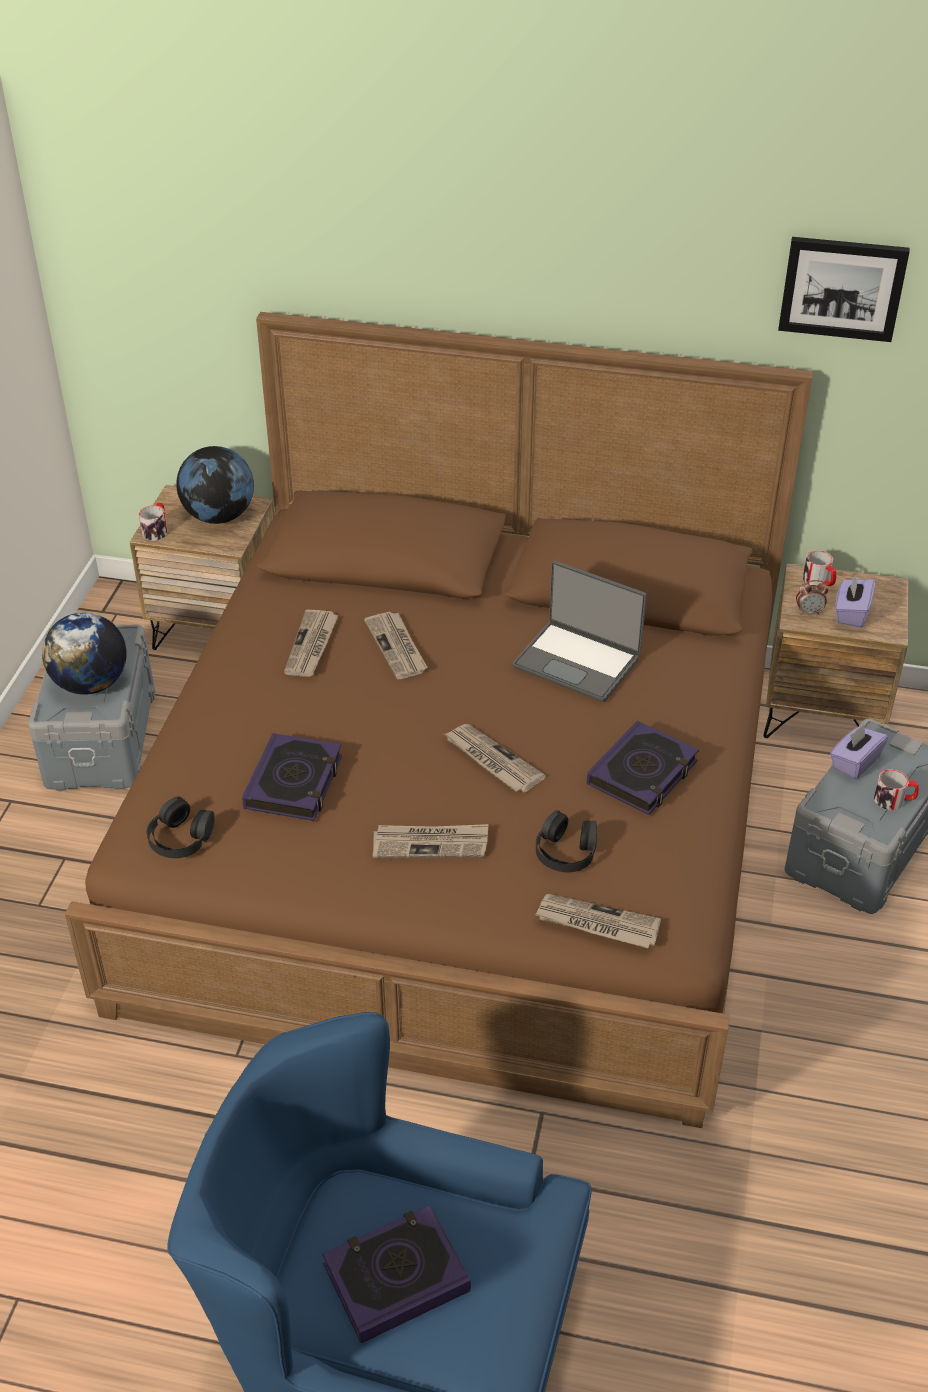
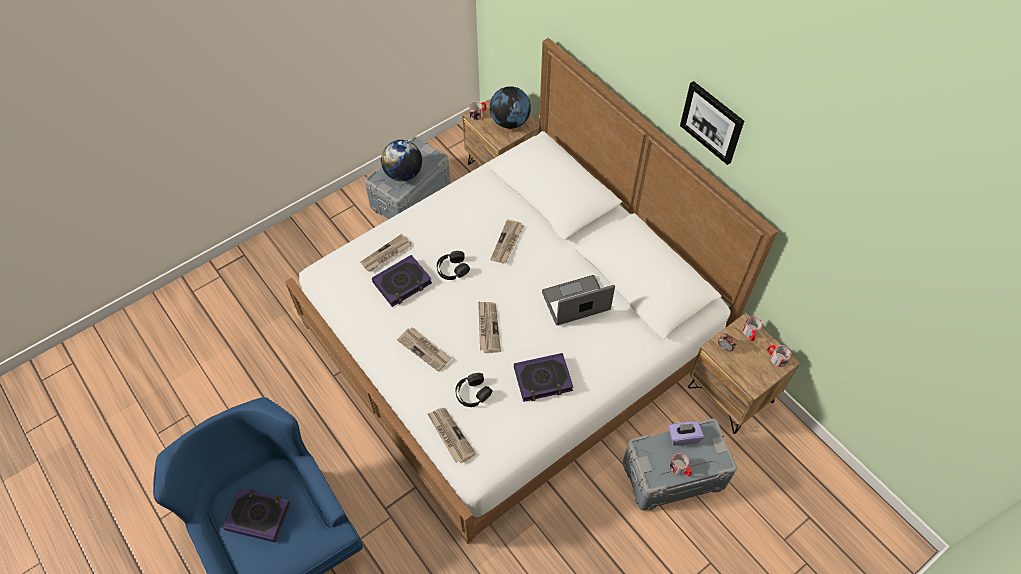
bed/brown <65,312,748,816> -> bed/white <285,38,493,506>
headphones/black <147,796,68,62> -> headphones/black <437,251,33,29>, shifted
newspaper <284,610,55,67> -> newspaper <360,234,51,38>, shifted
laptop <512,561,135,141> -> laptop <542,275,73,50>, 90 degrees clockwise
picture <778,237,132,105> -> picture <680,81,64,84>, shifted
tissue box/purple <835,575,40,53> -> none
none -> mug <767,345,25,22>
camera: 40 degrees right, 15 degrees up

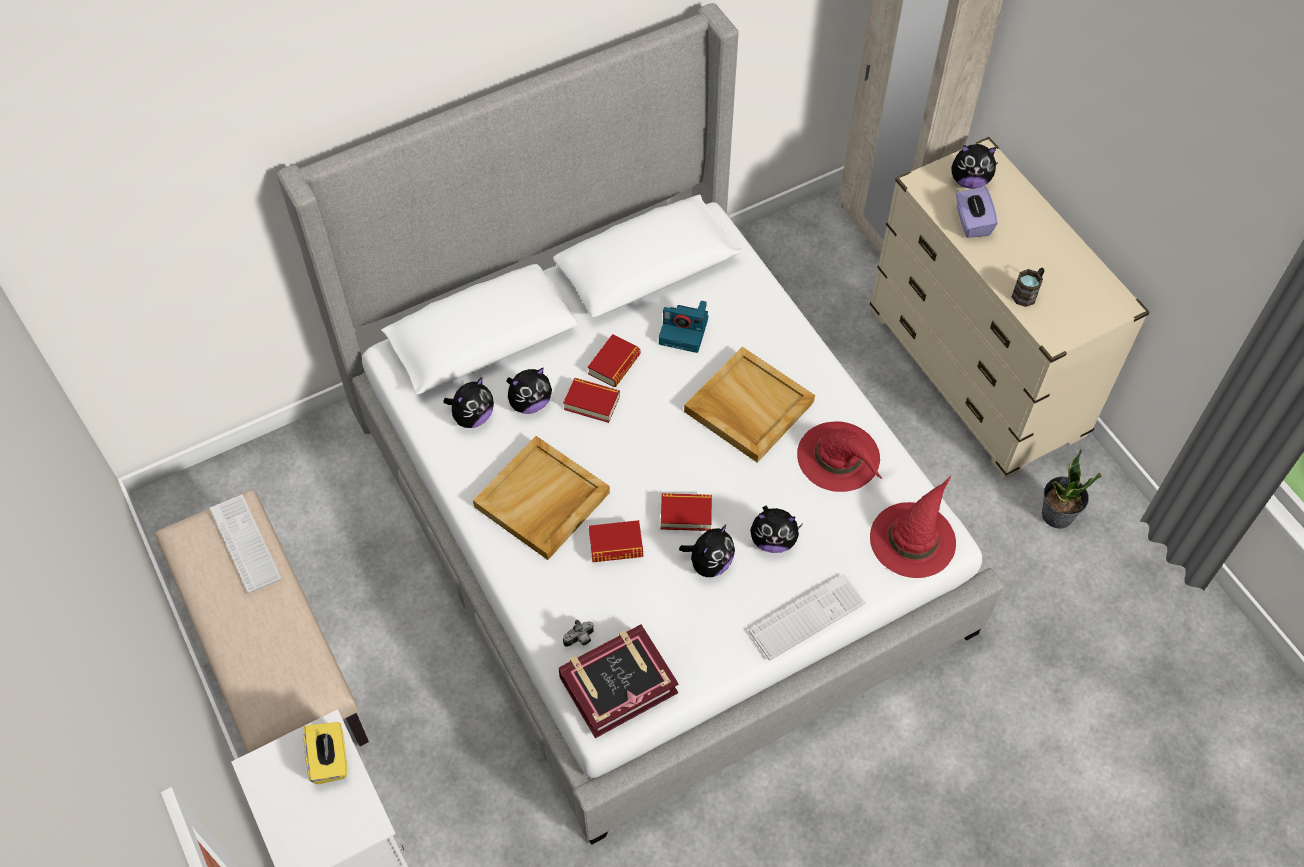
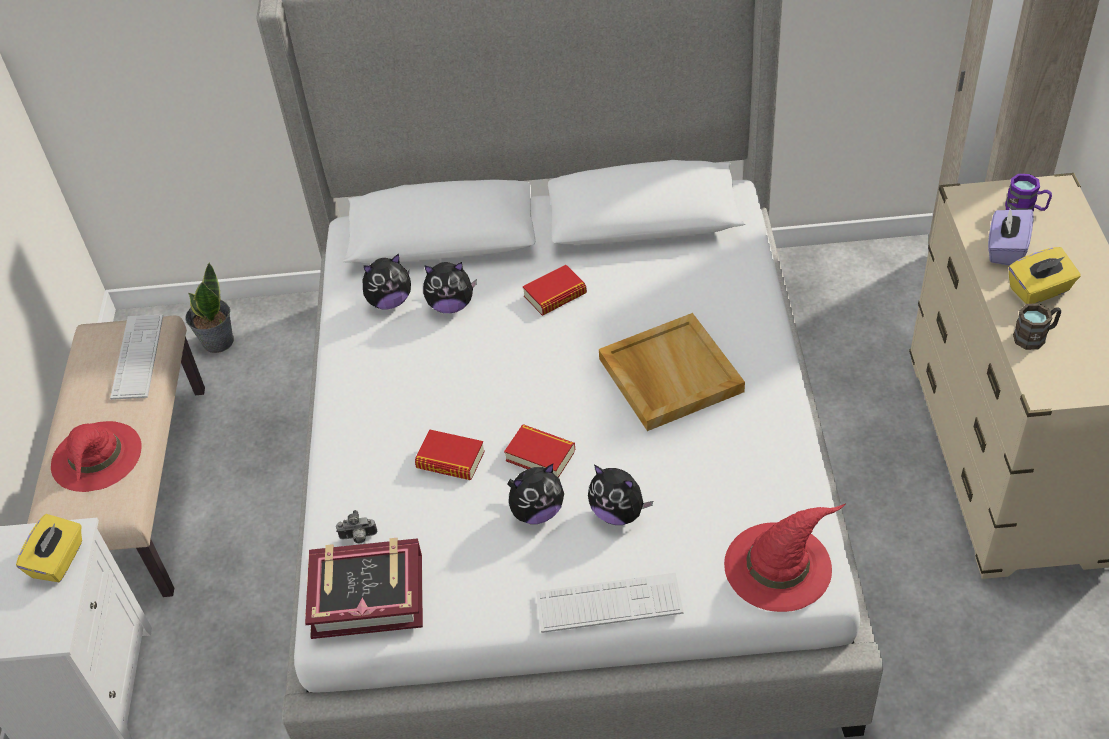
tray/beige <473,436,137,124> -> none
book <563,378,57,45> -> none
photo camera <659,301,49,52> -> none
hat/red <797,421,85,71> -> hat/red <51,421,91,71>, shifted
plush toy <951,144,47,45> -> mug/purple <1005,174,47,38>
potted plant <1042,450,60,79> -> potted plant <185,262,49,91>, shifted
none -> tissue box/yellow <1008,247,73,57>
camera: 30 degrees right, 10 degrees down

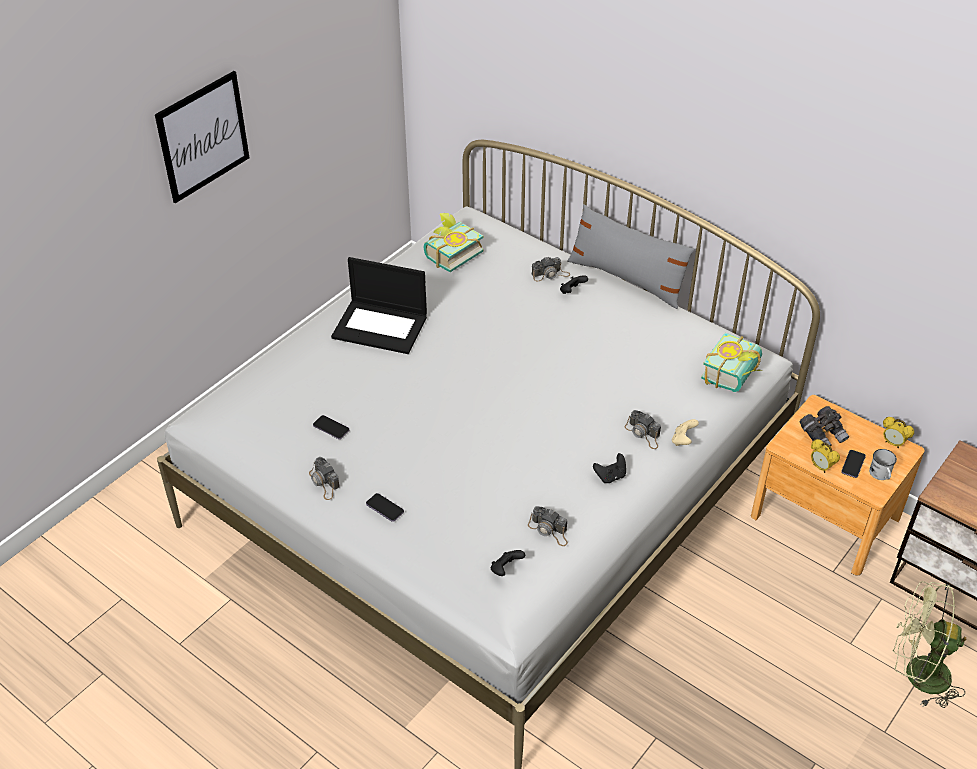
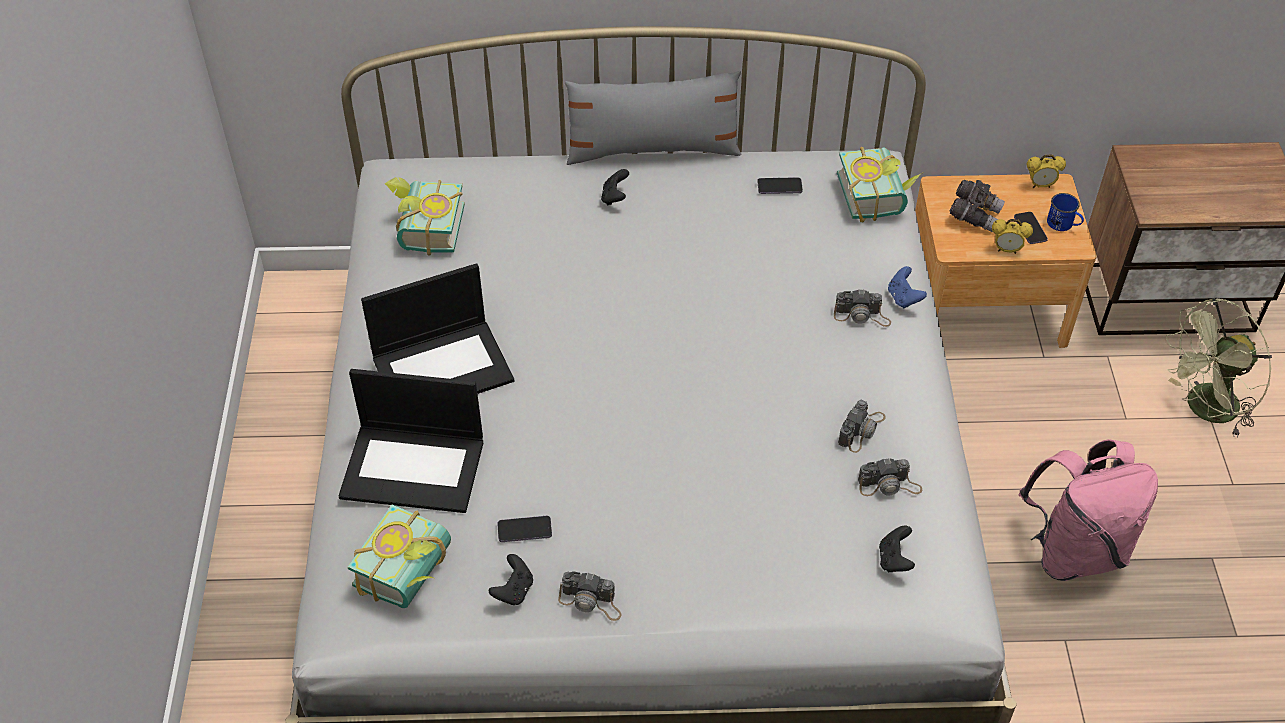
picture <155,71,94,132> -> none
phone <366,493,38,29> -> phone <757,177,46,17>, shifted
photo camera <532,257,38,24> -> photo camera <838,400,47,53>, shifted
game controller/black <593,453,33,30> -> game controller/black <489,554,44,51>, shifted
game controller/beige <672,419,27,27> -> game controller/blue <888,266,39,43>
mug/white <869,449,28,31> -> mug/blue <1047,193,37,38>
none -> laptop <339,369,144,144>
none -> book <348,505,103,103>
none -> backpack/pink <1018,439,140,142>
camera: 40 degrees left, 5 degrees up

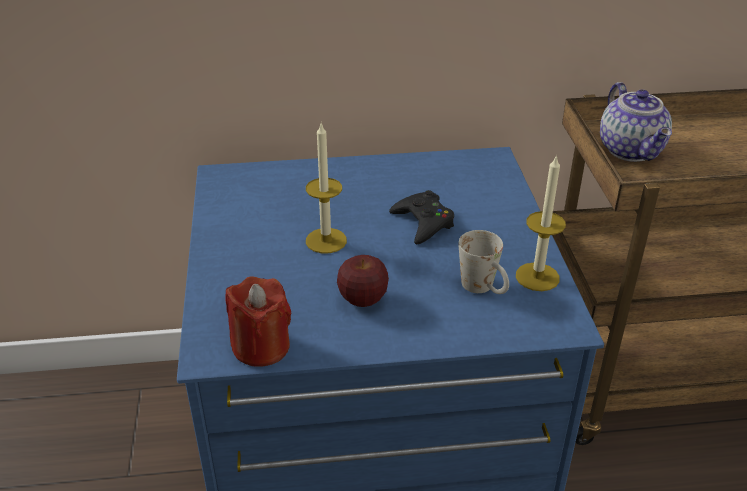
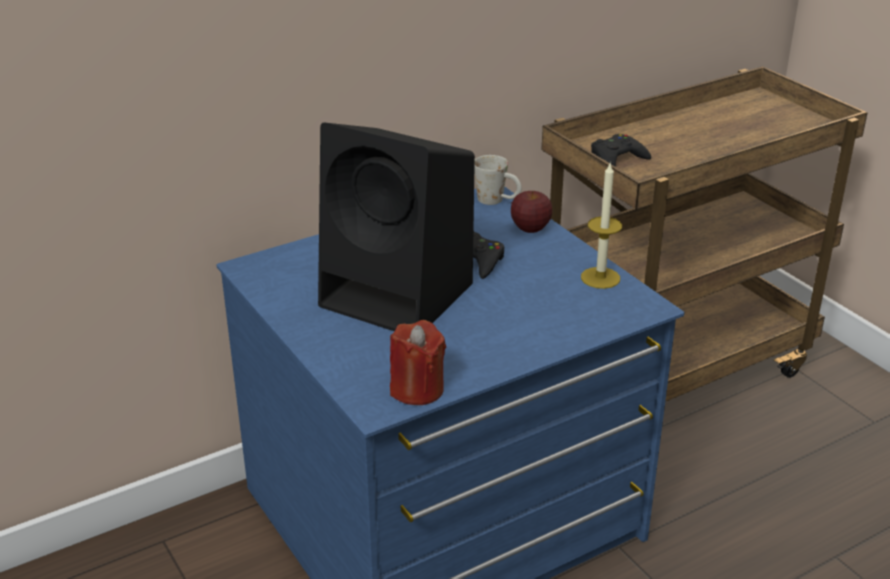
candle <306,124,41,129> -> speaker/black <318,122,157,209>
apple <337,255,52,52> -> apple <511,191,41,42>, shifted
mug/white <459,230,50,64> -> mug/white <474,155,48,50>, shifted
teapot <600,82,72,80> -> game controller/black <591,134,60,33>
camera: 25 degrees left, 5 degrees down

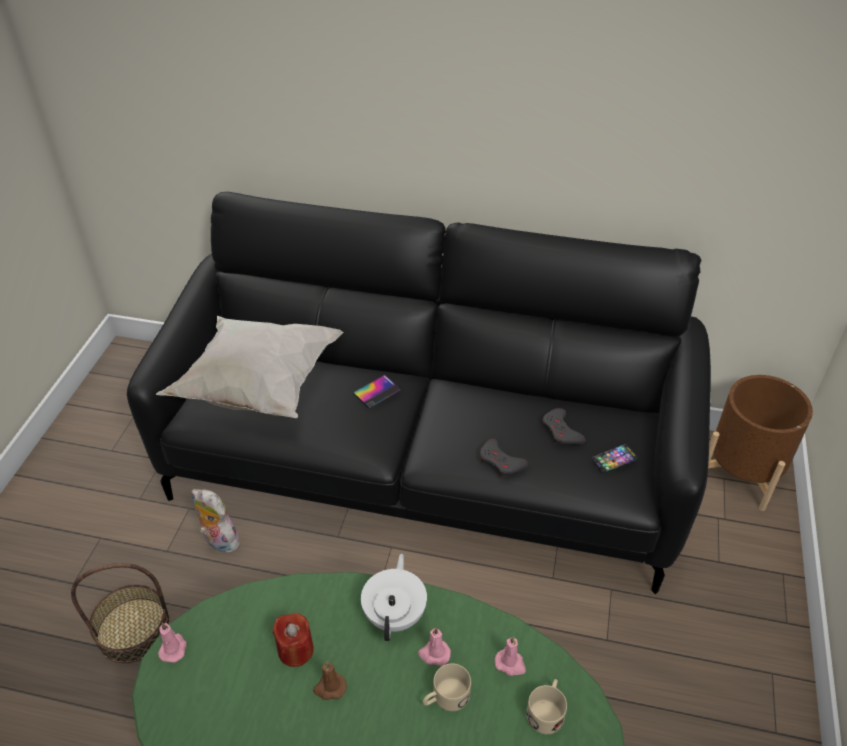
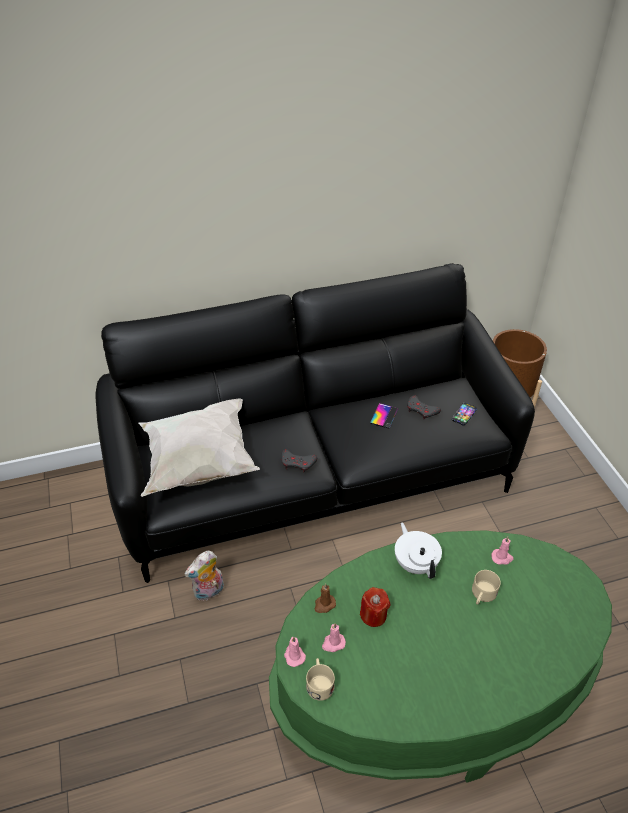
basket <71,563,99,100> -> none
plush toy <192,489,49,64> -> plush toy <184,551,40,50>, 45 degrees counterclockwise
candle/brown <313,662,34,38> -> candle/brown <314,583,22,30>, shifted
phone <353,375,48,33> -> phone <370,403,28,26>, shifted
candle/pink <418,627,33,39> -> candle/pink <322,623,24,29>, shifted
game controller/grey <480,439,49,38> -> game controller/grey <281,450,36,22>, shifted
mug/beige <526,679,41,55> -> mug/beige <306,658,29,43>, shifted
camera: 30 degrees left, 0 degrees up

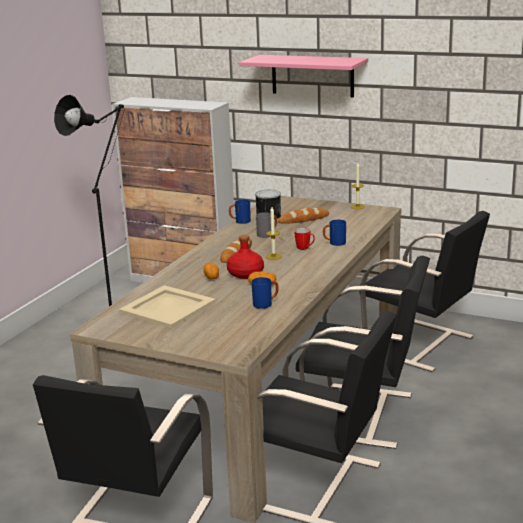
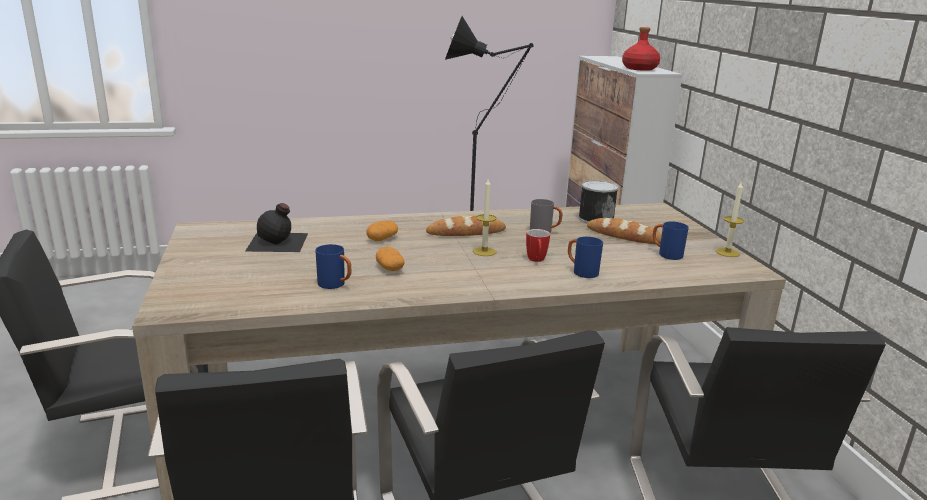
tray/beige <119,285,97,43> -> bottle/black <245,203,63,49>
bottle/red <227,235,37,44> -> bottle/red <622,27,38,44>, shifted
mug/blue <229,200,22,24> -> mug/blue <653,222,36,38>, shifted
shelf/pink <239,55,129,42> -> none
camera: 50 degrees right, 0 degrees up

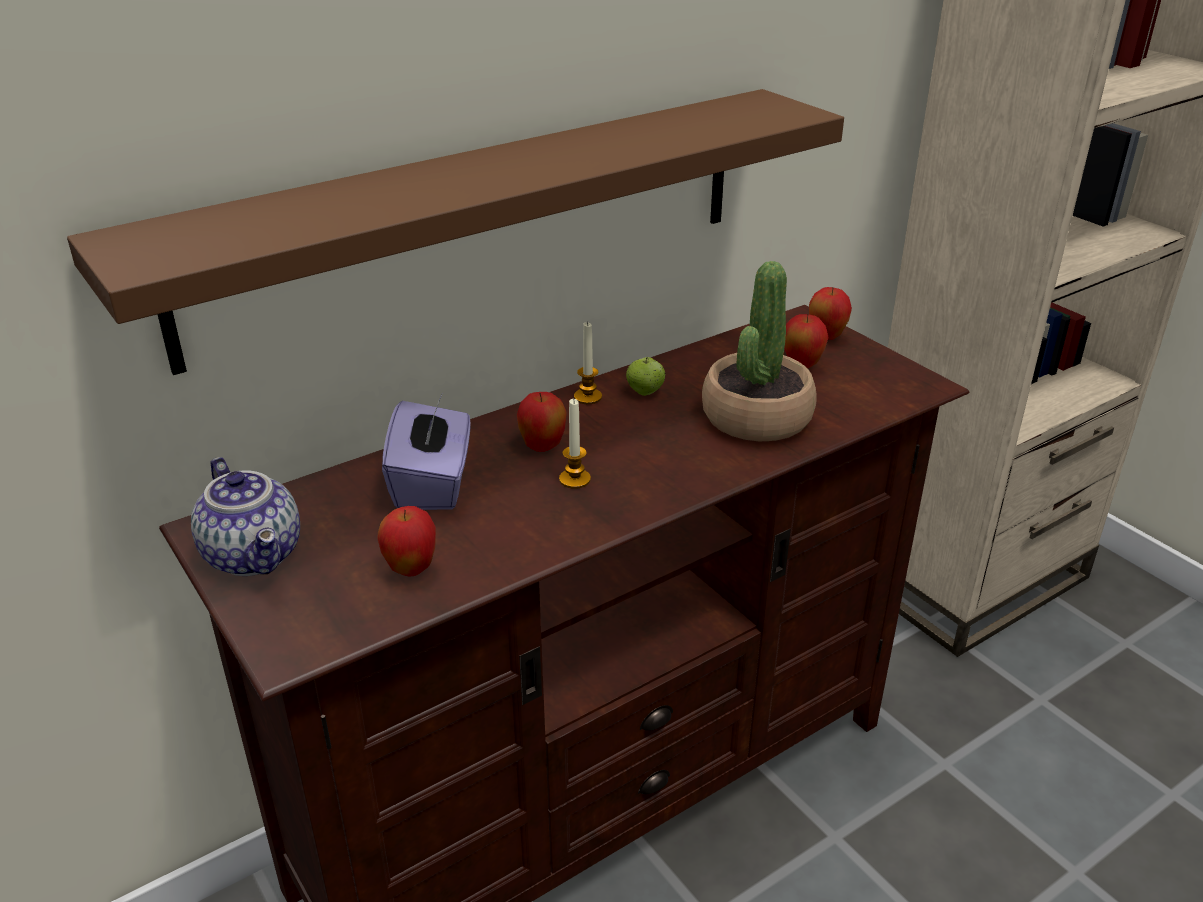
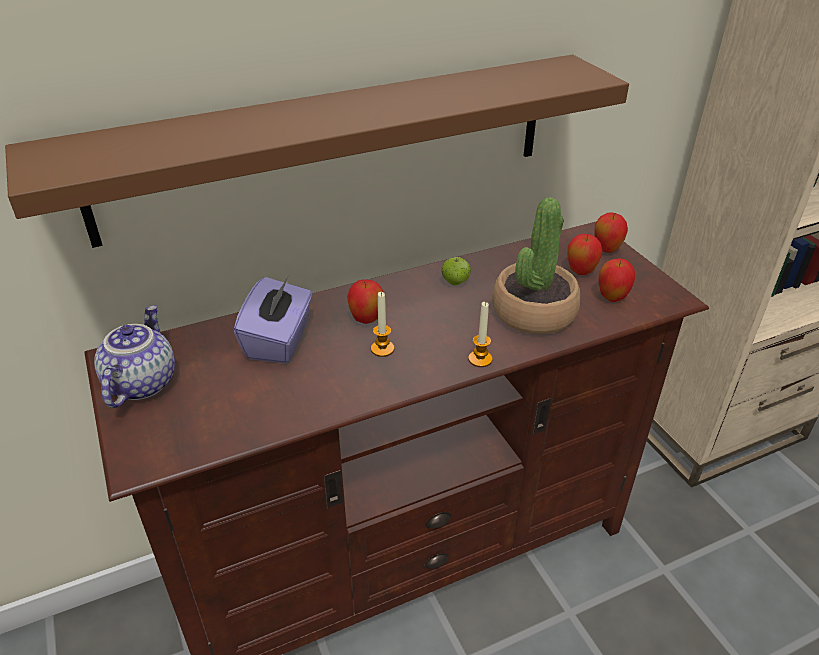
teapot <191,457,109,119> -> teapot <94,305,81,103>, 150 degrees counterclockwise
apple <378,506,58,71> -> apple <598,259,37,43>, shifted
candle <574,321,28,83> -> candle <468,302,25,65>, shifted
camera: 10 degrees right, 5 degrees up

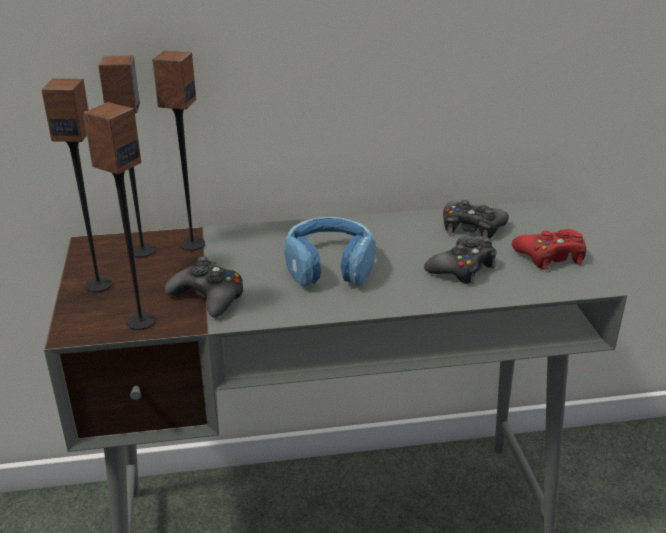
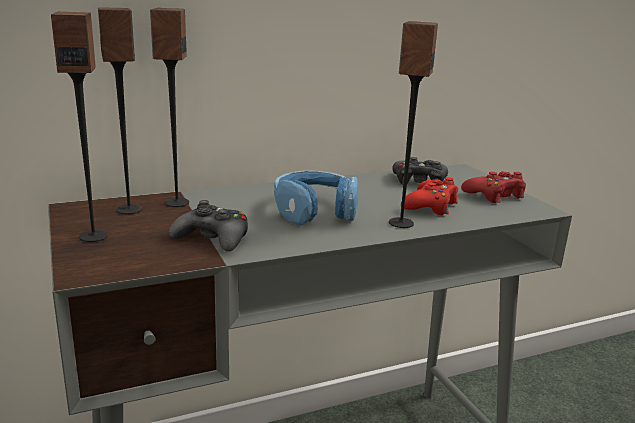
speaker <83,102,73,228> -> speaker <389,21,49,207>, shifted
game controller/black <424,236,73,48> -> game controller/red <401,177,57,38>
camera: 15 degrees left, 10 degrees down

